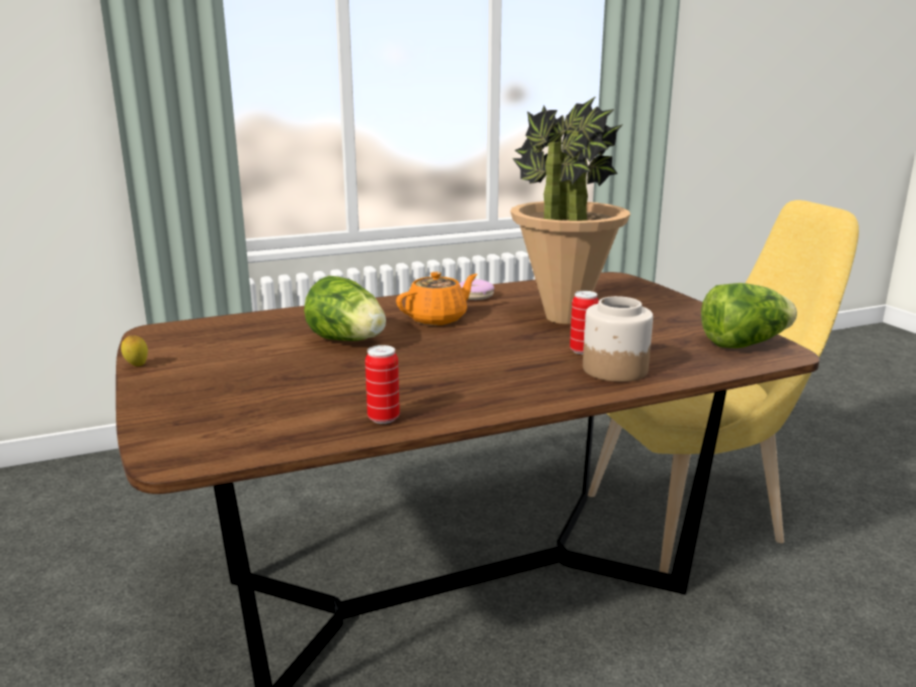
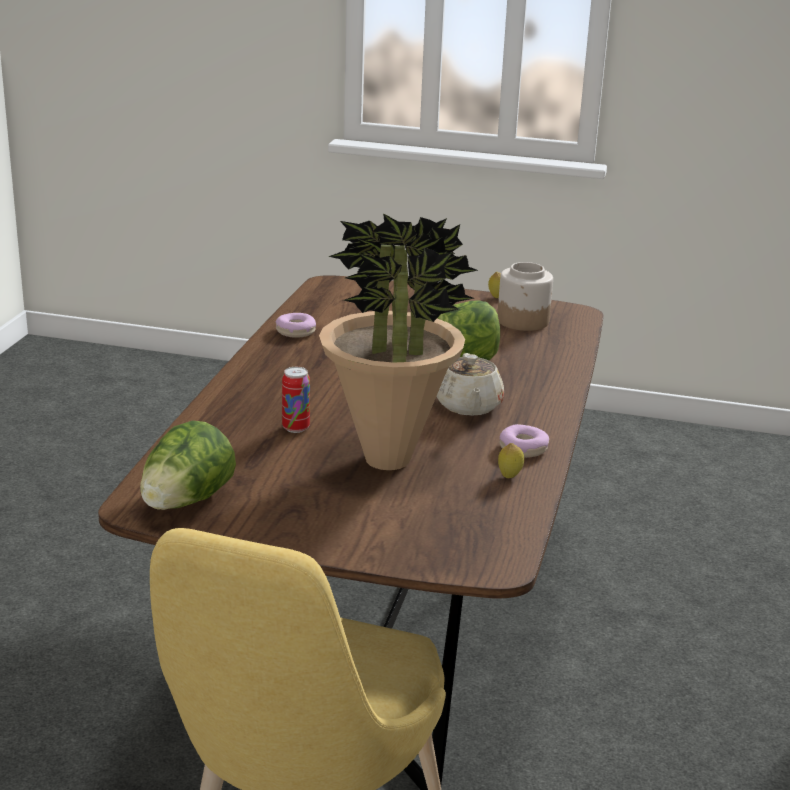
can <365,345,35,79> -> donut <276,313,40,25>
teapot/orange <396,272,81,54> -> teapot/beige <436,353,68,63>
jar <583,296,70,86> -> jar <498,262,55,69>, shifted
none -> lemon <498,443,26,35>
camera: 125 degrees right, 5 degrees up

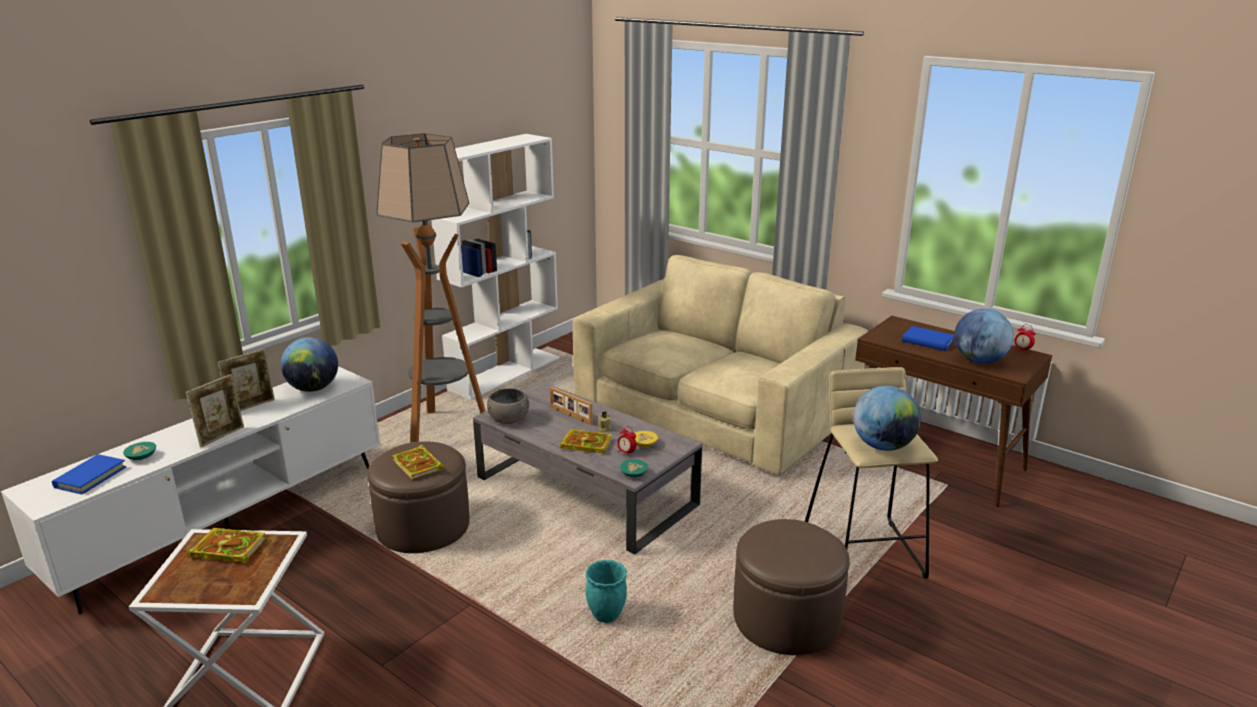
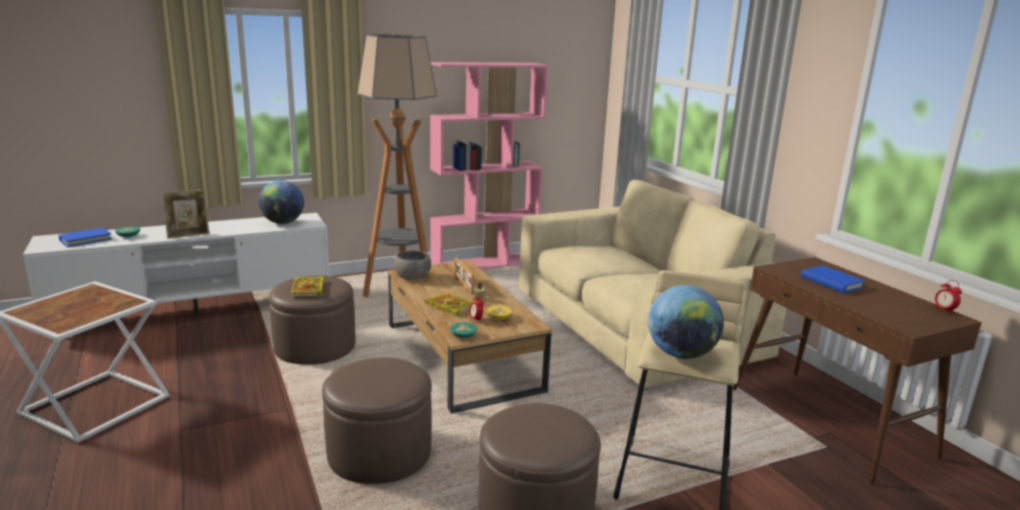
book <188,528,78,35> -> none
picture frame <218,349,57,62> -> none
bookcase/white <431,134,128,266> -> bookcase/pink <430,62,118,208>
coffee table/grey <473,383,229,171> -> coffee table/brown <388,260,164,154>
planter/turquoise <585,560,42,63> -> ottoman/brown <322,357,110,127>
globe <954,309,60,55> -> none
camera: 25 degrees right, 5 degrees down

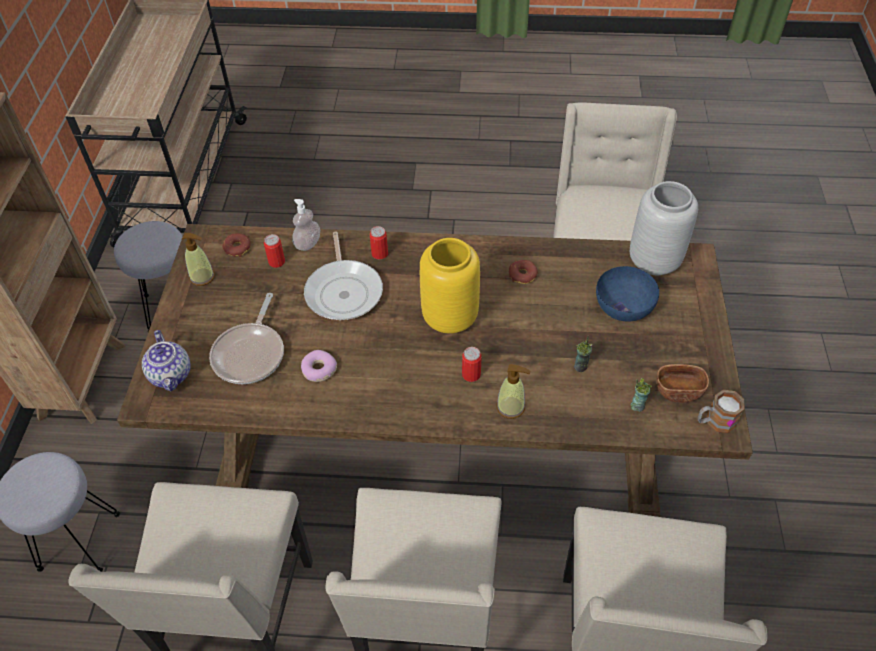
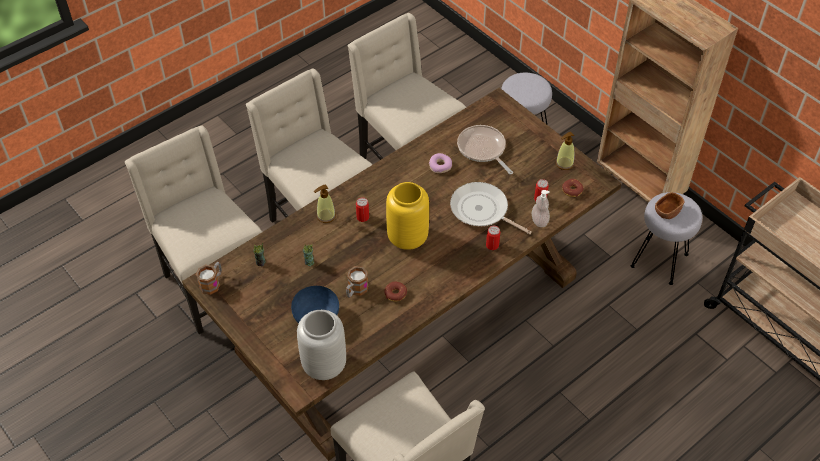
teapot <142,330,49,61> -> none
bowl/brown <657,364,52,39> -> bowl/brown <655,192,29,27>, shifted
none -> mug <346,266,22,32>
camera: 135 degrees right, 0 degrees up

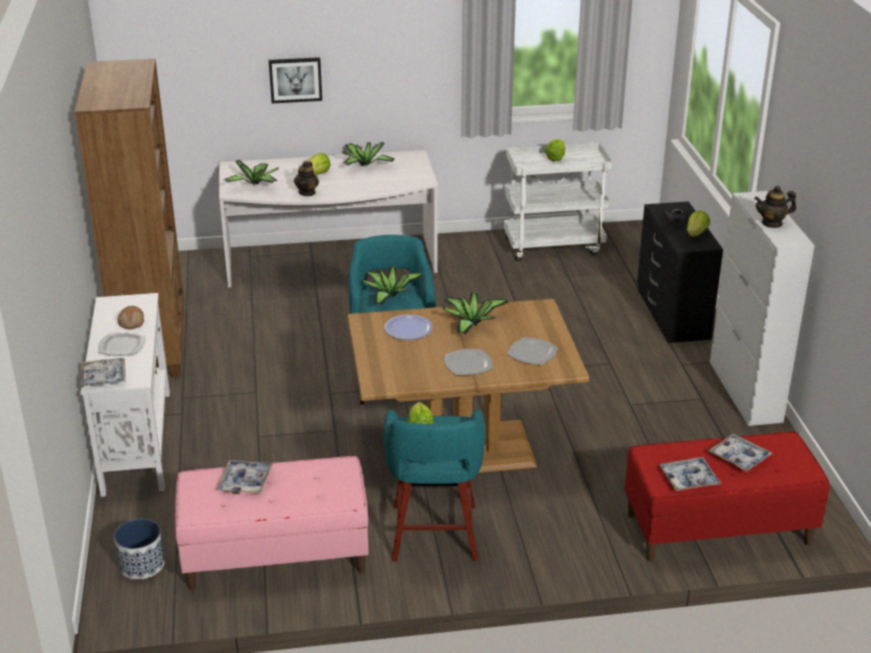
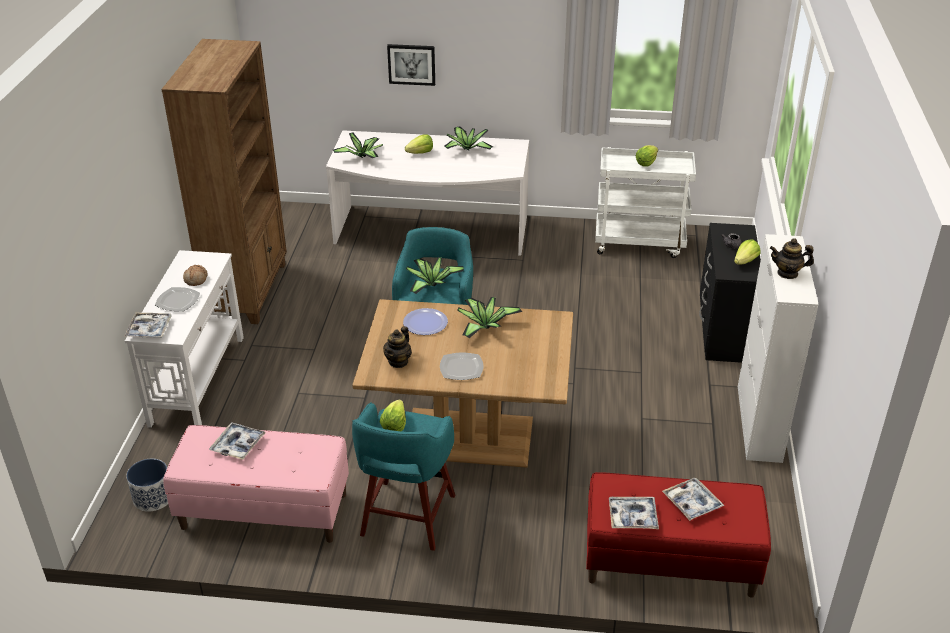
teapot <294,161,25,35> -> teapot <383,326,29,42>, shifted
plate <507,337,51,28> -> none
camera: 15 degrees right, 5 degrees up

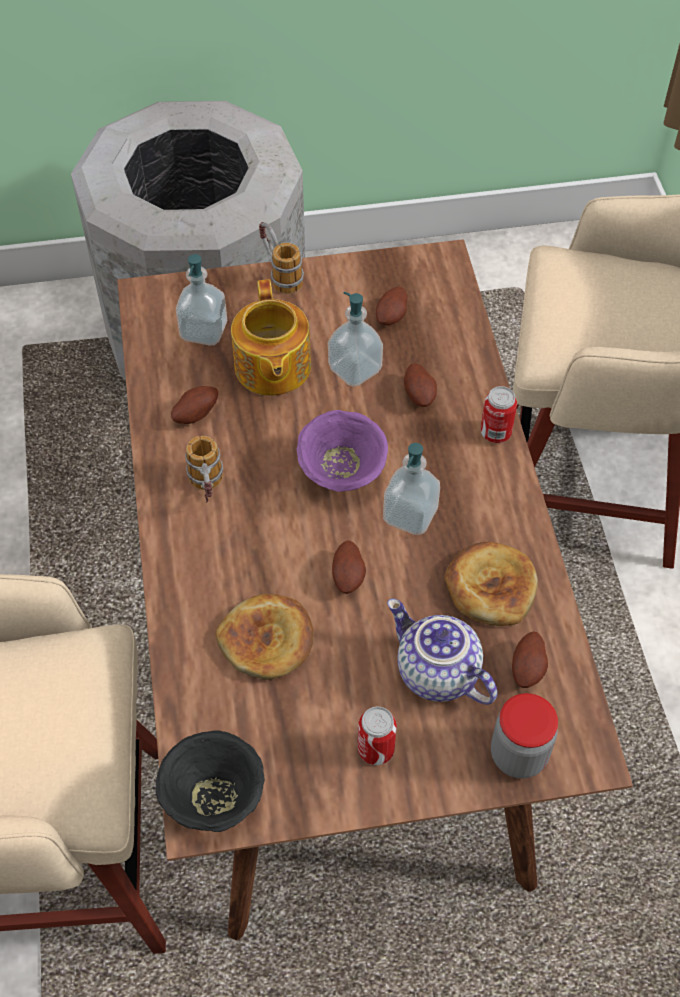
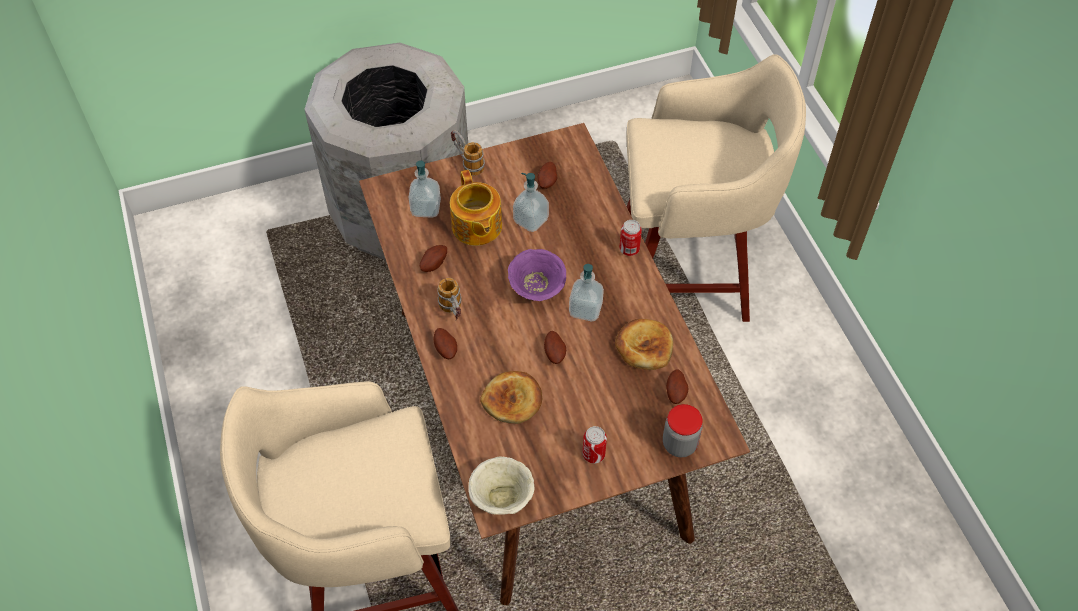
bowl/black <156,730,109,102> -> bowl/beige <468,457,66,58>
teapot <387,599,111,106> -> none
potato <404,363,33,44> -> potato <433,328,24,31>, shifted
camera: 10 degrees left, 0 degrees up

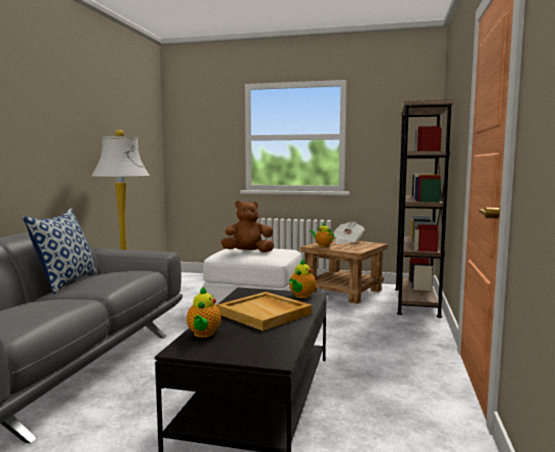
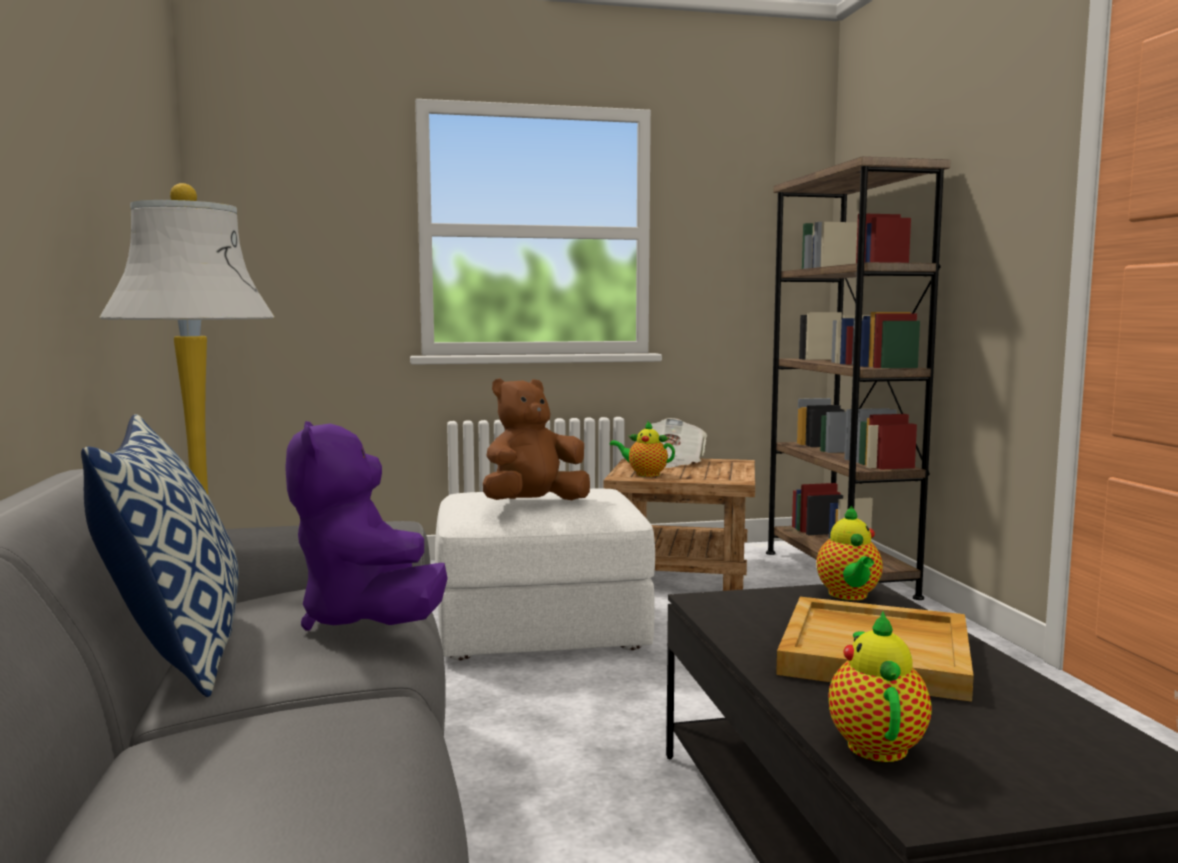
teapot <186,287,35,51> -> teapot <829,611,103,151>, 150 degrees counterclockwise
none -> plush toy/purple <285,421,163,210>
camera: 25 degrees left, 0 degrees up

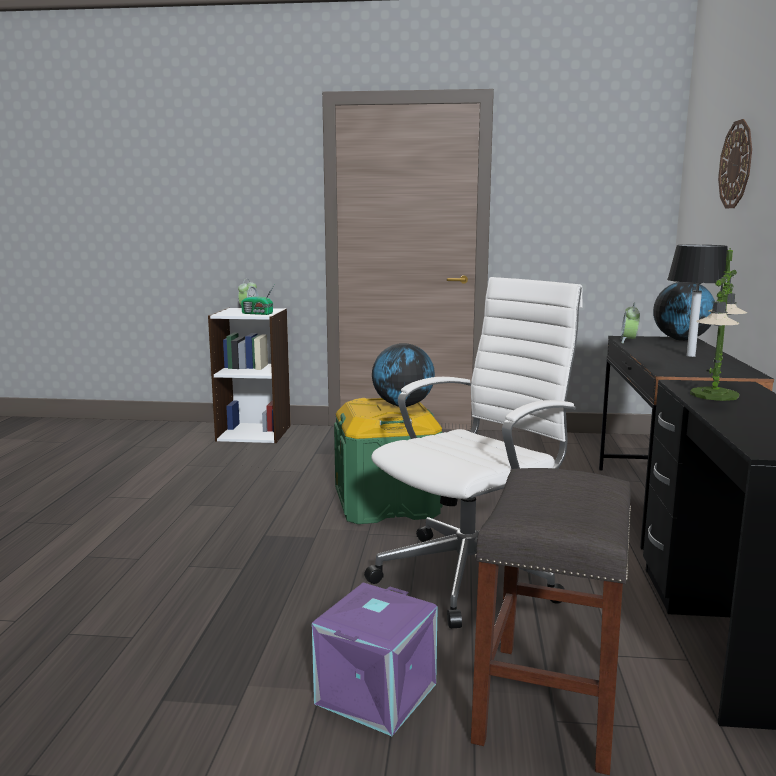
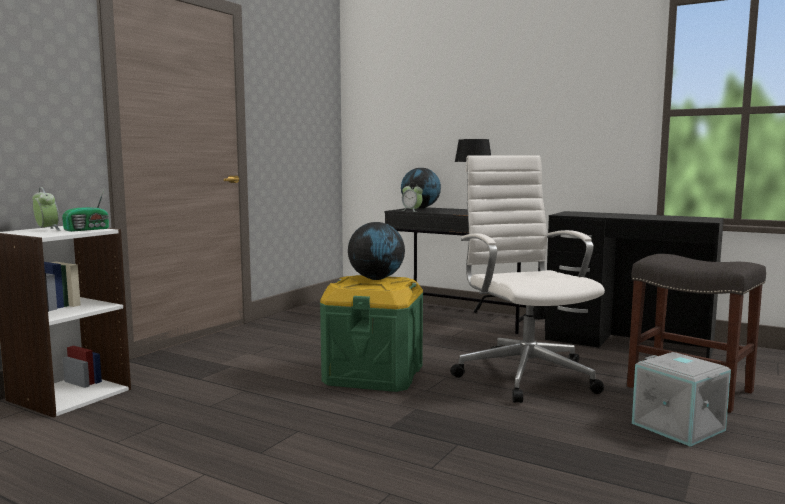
storage box/purple <312,583,126,153> -> storage box/grey <632,352,99,95>
table lamp <690,248,57,153> -> none
wall clock <718,119,34,89> -> none
camera: 65 degrees left, 5 degrees down

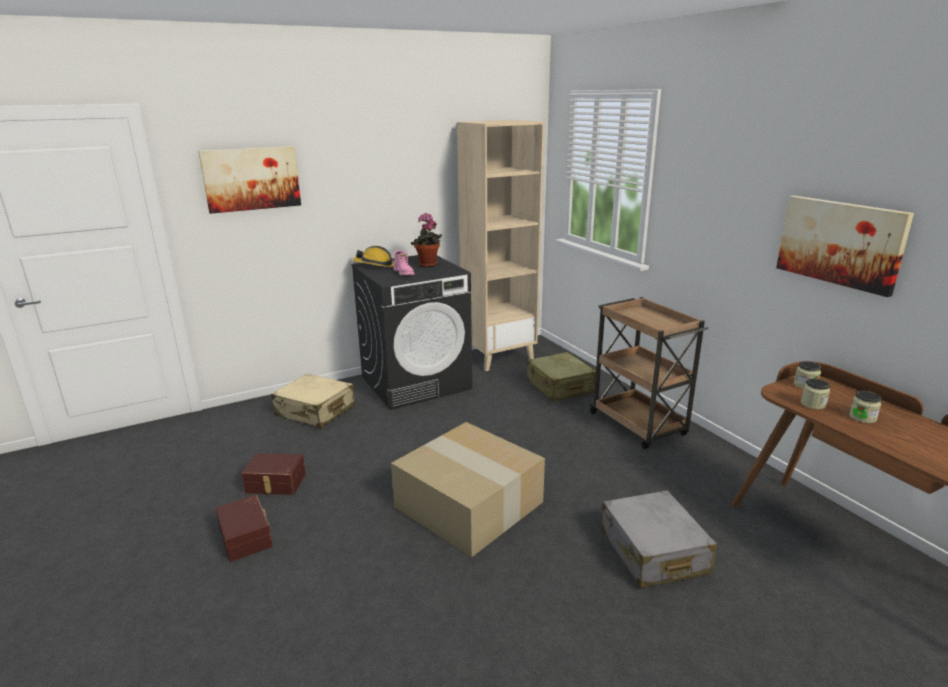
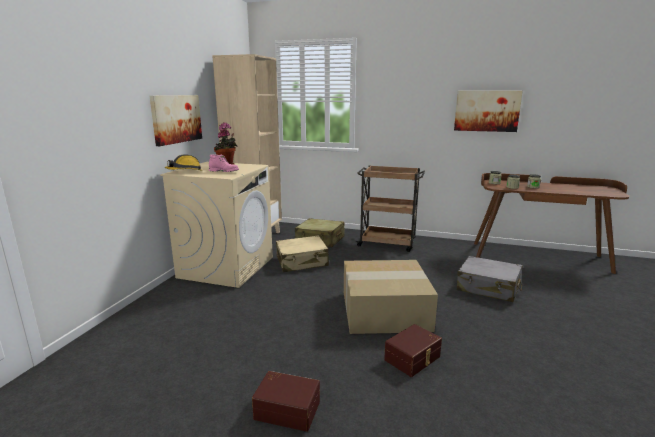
picture <198,146,103,68> -> picture <149,95,53,51>, shifted
storage box/brown <241,453,65,42> -> storage box/brown <384,324,58,53>, shifted
suitcase/beige <271,374,85,54> -> suitcase/beige <276,235,53,37>, shifted
washing machine/black <351,255,121,155> -> washing machine/beige <160,162,113,126>
camera: 45 degrees left, 5 degrees down

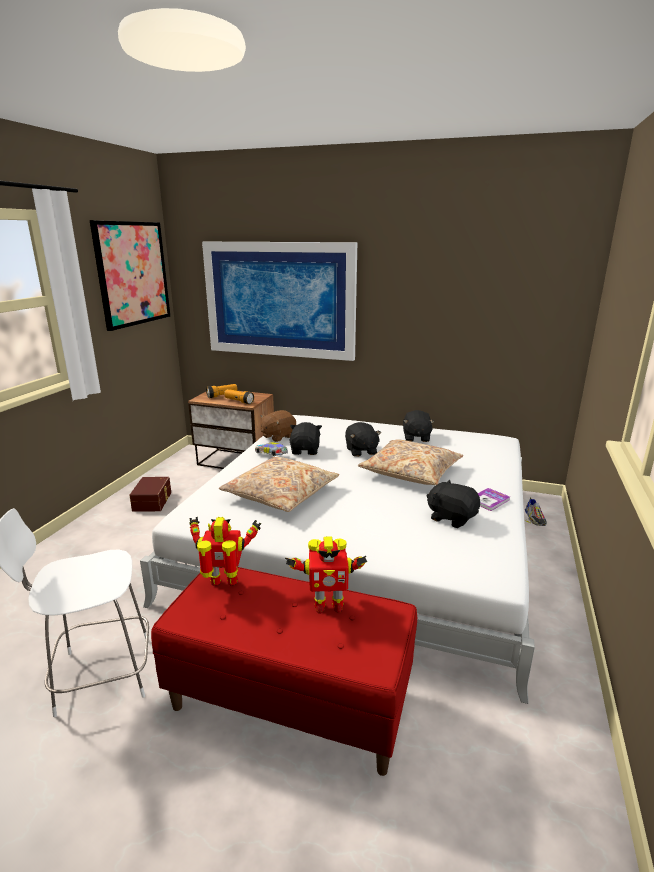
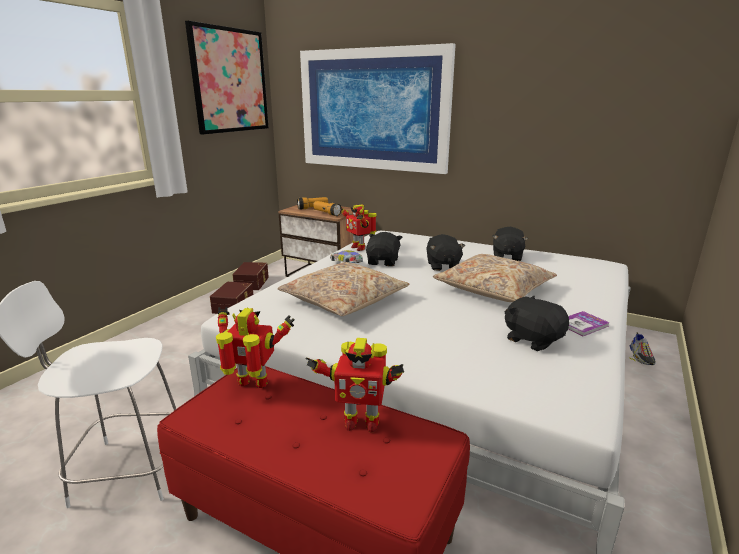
plush toy/brown <260,410,36,32> -> toy robot <340,204,36,47>
none -> storage box/brown <232,262,37,28>
camera: 10 degrees right, 0 degrees up

